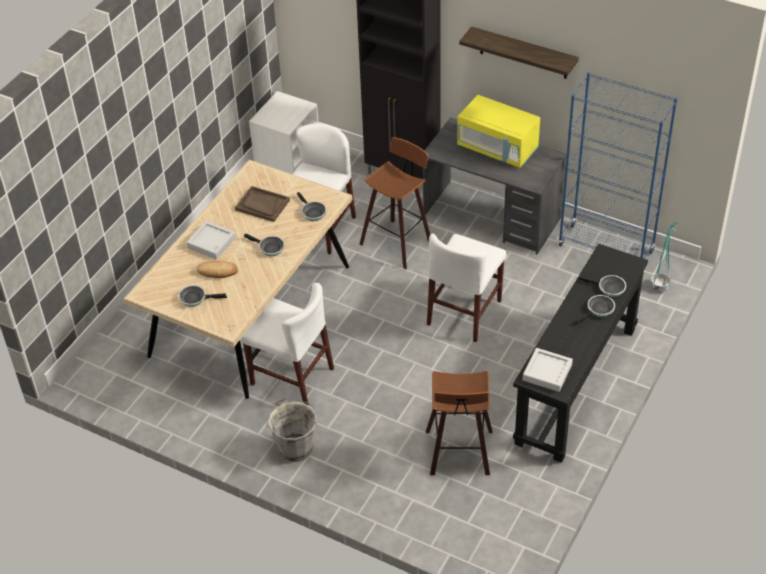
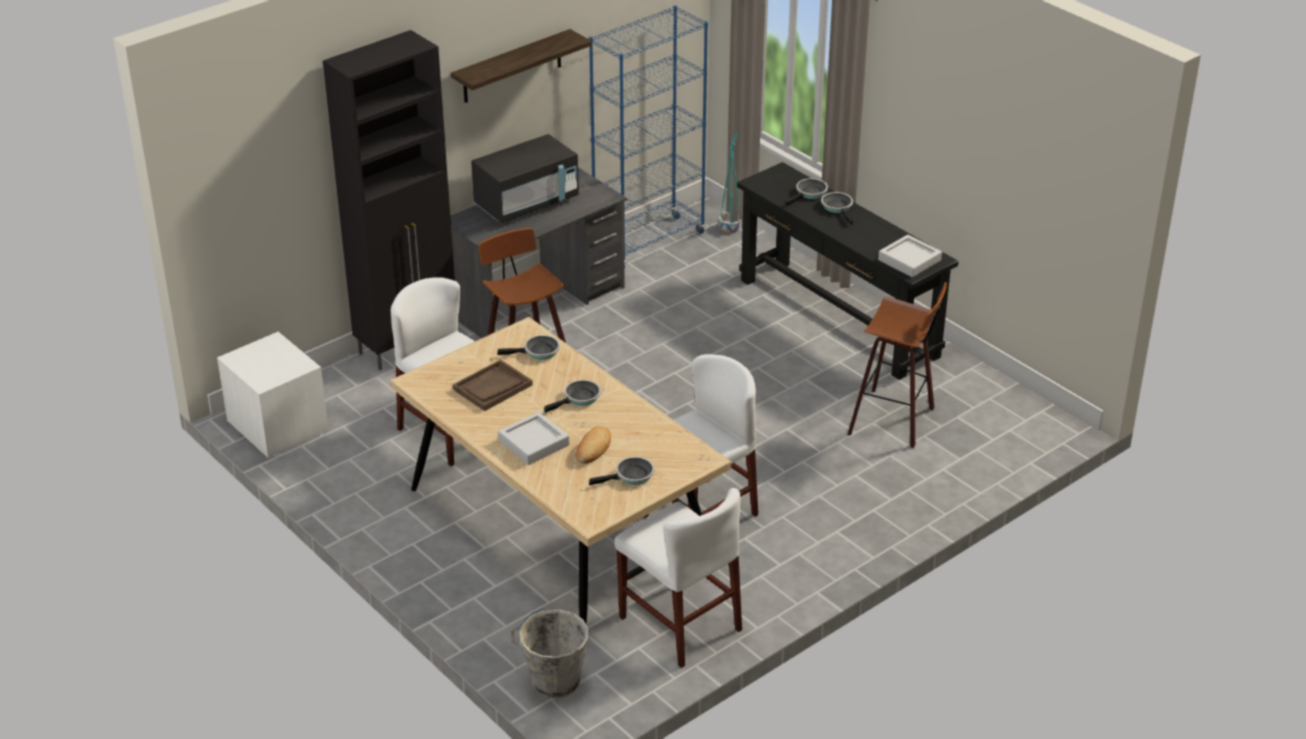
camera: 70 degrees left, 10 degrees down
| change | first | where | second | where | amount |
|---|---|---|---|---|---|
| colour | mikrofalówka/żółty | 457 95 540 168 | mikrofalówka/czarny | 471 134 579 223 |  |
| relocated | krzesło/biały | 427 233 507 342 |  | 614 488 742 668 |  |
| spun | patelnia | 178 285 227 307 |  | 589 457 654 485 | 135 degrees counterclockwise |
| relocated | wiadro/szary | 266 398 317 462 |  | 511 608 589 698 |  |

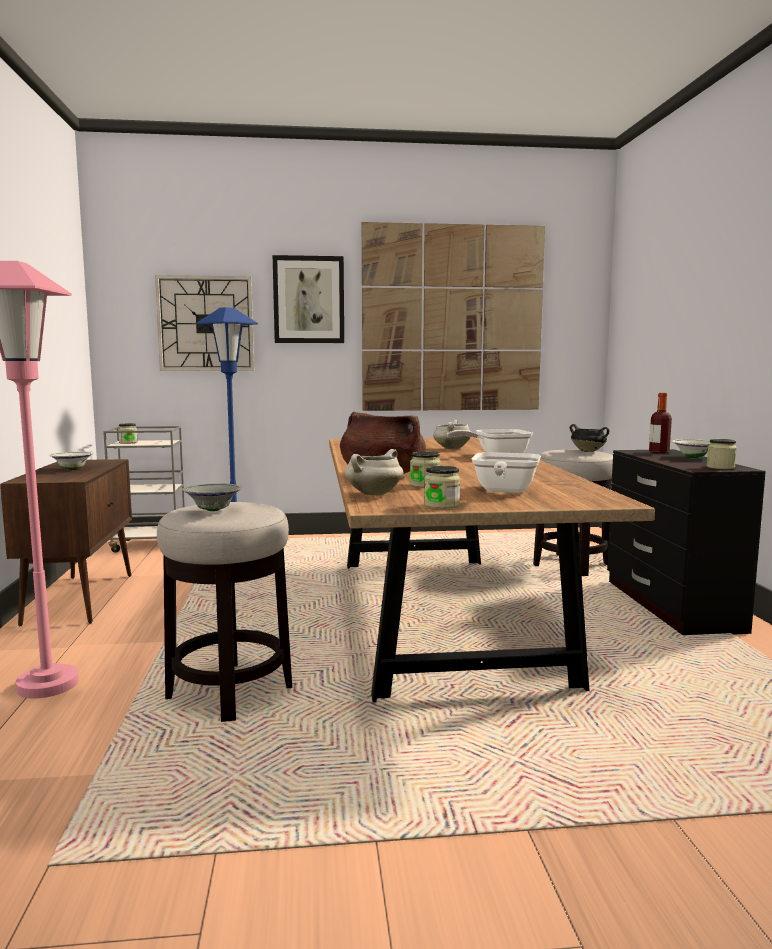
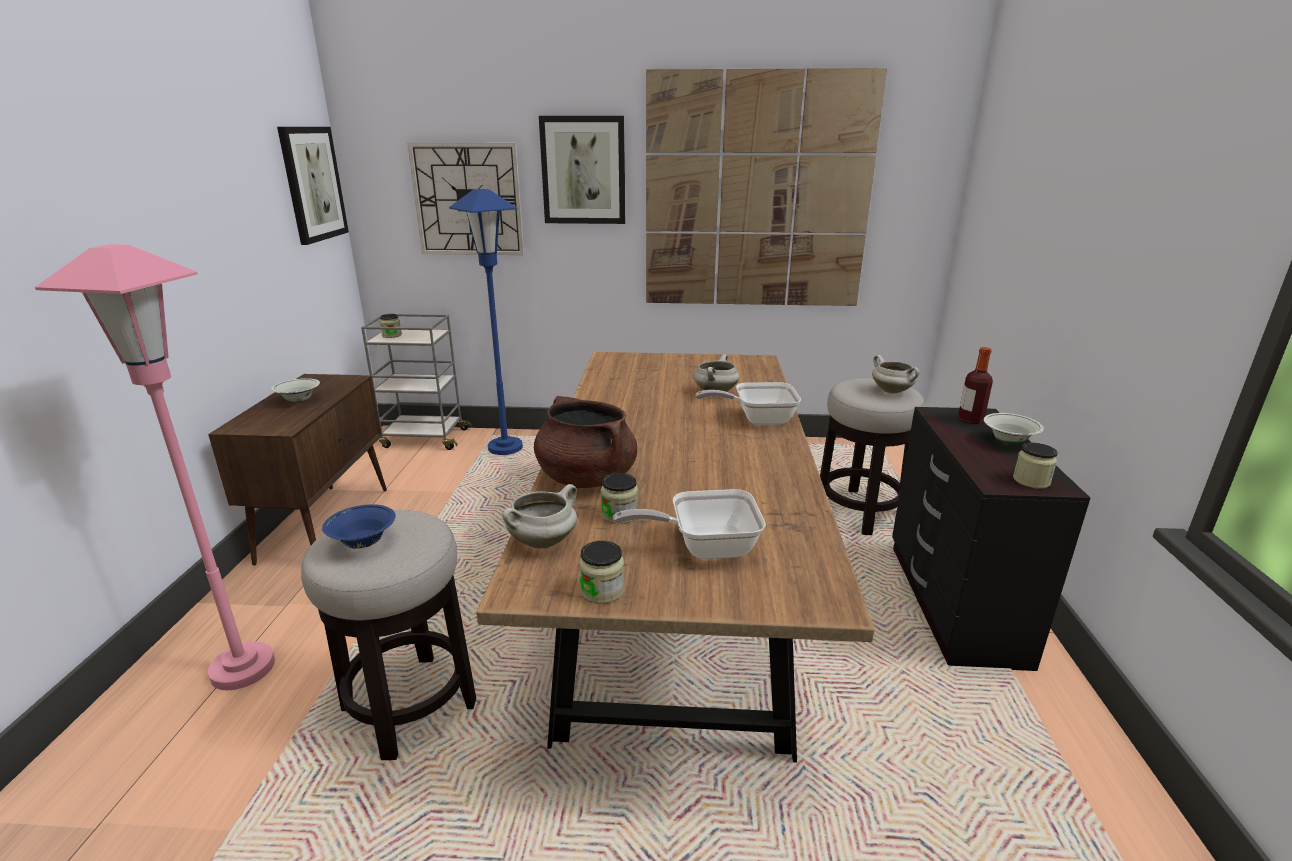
camera: 10 degrees right, 15 degrees up
| change | first | where | second | where | amount |
|---|---|---|---|---|---|
| colour | garnek/czarny | 570 424 609 452 | garnek/biały | 872 355 919 394 |  |
| spun | patelnia | 471 452 541 493 |  | 613 489 766 559 | 60 degrees clockwise |
| colour | miska/szary | 182 484 243 511 | miska/niebieski | 322 504 396 549 |  |
| appeared |  |  | obraz | 277 127 349 245 |  |

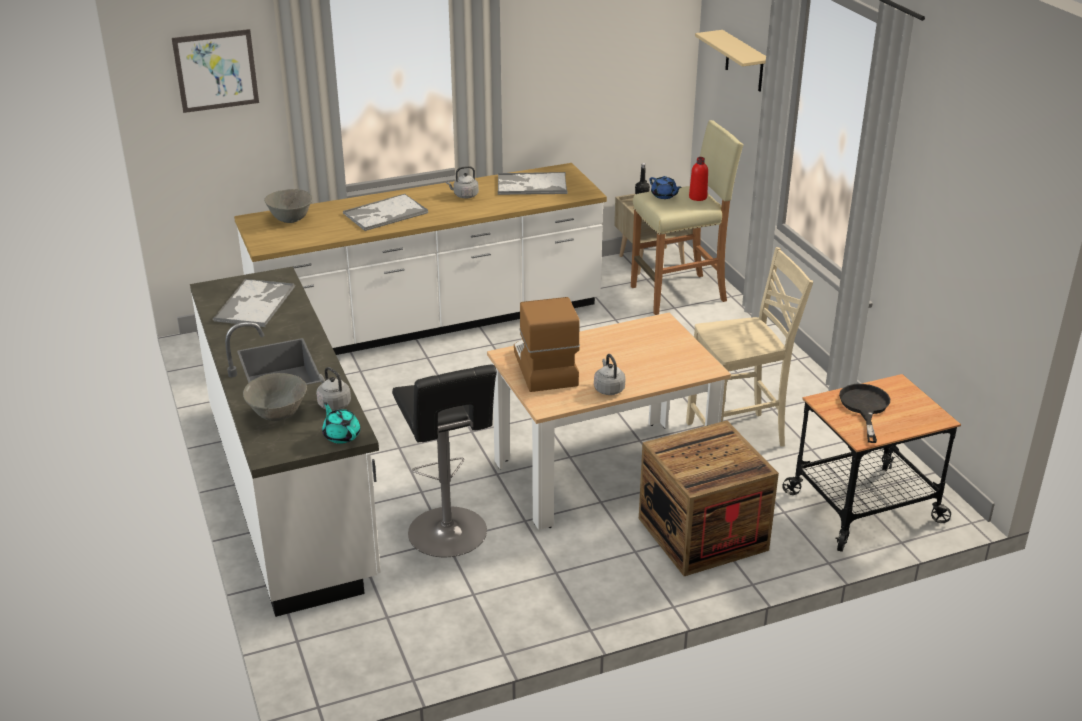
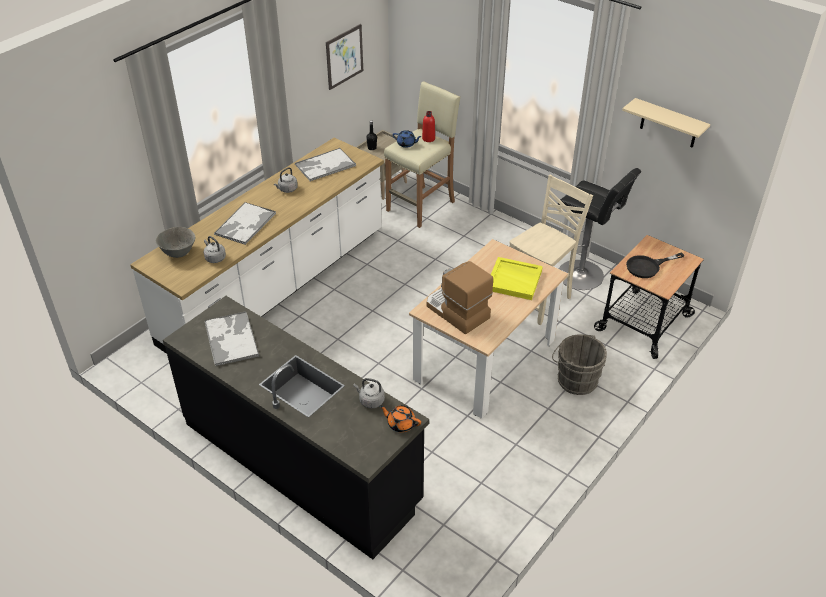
camera: 30 degrees left, 10 degrees up
| change | first | where | second | where | amount |
|---|---|---|---|---|---|
| relocated | obraz | 172 29 259 113 |  | 326 24 363 90 |  |
| relocated | półka/beżowy | 695 30 766 92 |  | 622 98 710 148 |  |
| colour | zabudowa kuchenna/biały | 190 266 381 617 | zabudowa kuchenna/czarny | 163 296 429 559 |  |
| relocated | czajnik/szary | 594 354 626 395 |  | 204 236 226 263 |  |
| relocated | stołek/czarny | 392 365 497 557 |  | 558 168 641 290 |  |
| missing | miska/szary | 243 373 307 421 |  |  |  |
| spun | patelnia/czarny | 839 384 890 443 |  | 626 252 685 278 | 90 degrees counterclockwise |
| colour | imbryk/turkusowy | 322 402 360 444 | imbryk/pomarańczowy | 380 405 421 432 |  |
| exchanged | skrzynka | 639 421 779 576 | wiadro/szary | 552 334 607 395 |  |
| appeared |  |  | taca/żółty | 491 257 543 300 |  |

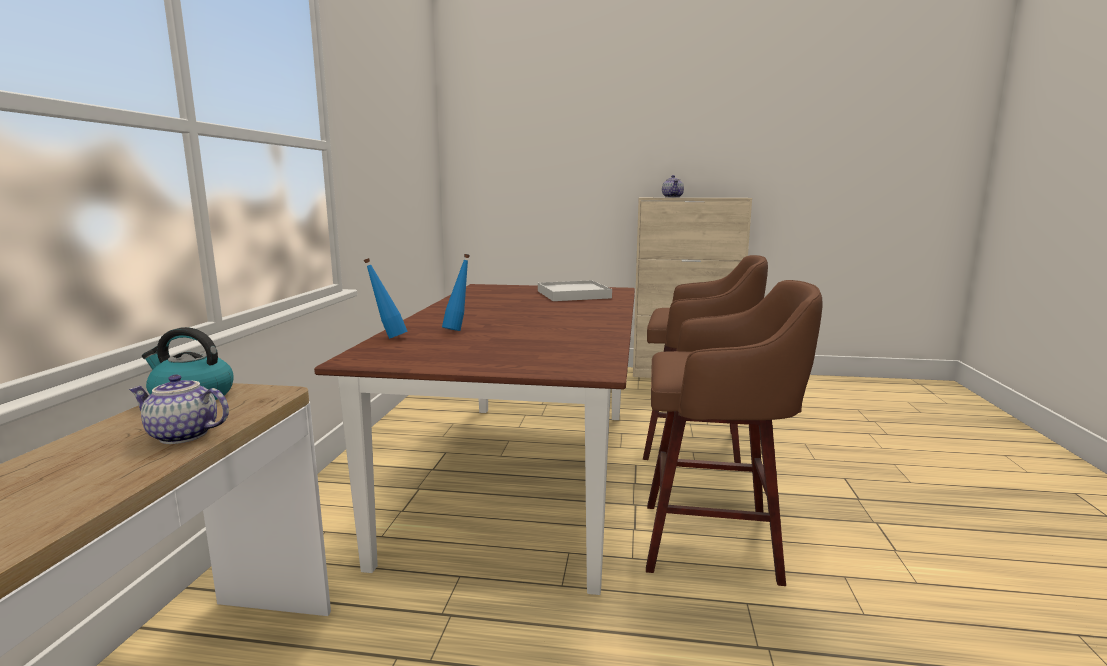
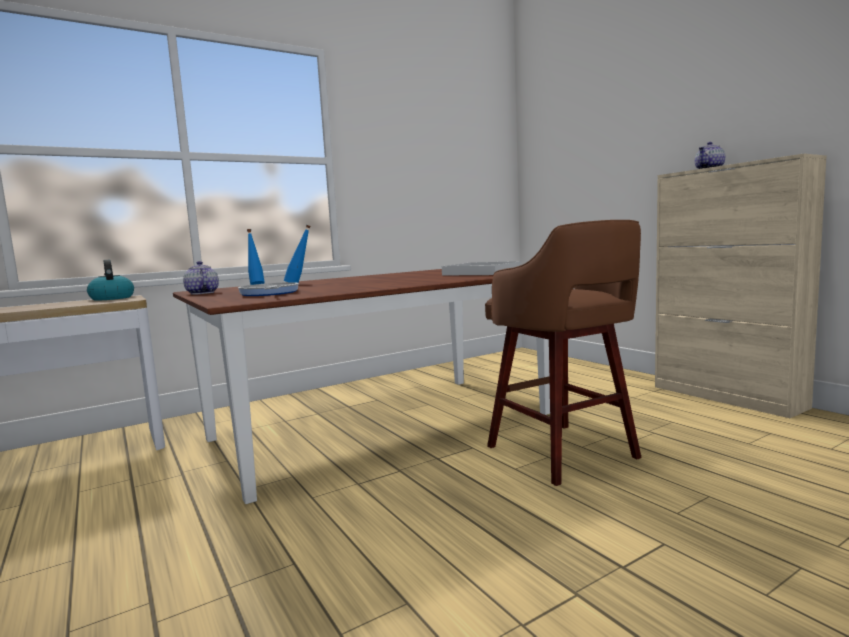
camera: 50 degrees right, 5 degrees down
| change | first | where | second | where | amount |
|---|---|---|---|---|---|
| missing | stołek/brązowy | 646 280 823 586 |  |  |  |
| relocated | imbryk | 129 375 229 444 |  | 183 261 219 295 |  |
| appeared |  |  | patelnia | 238 282 299 296 |  |

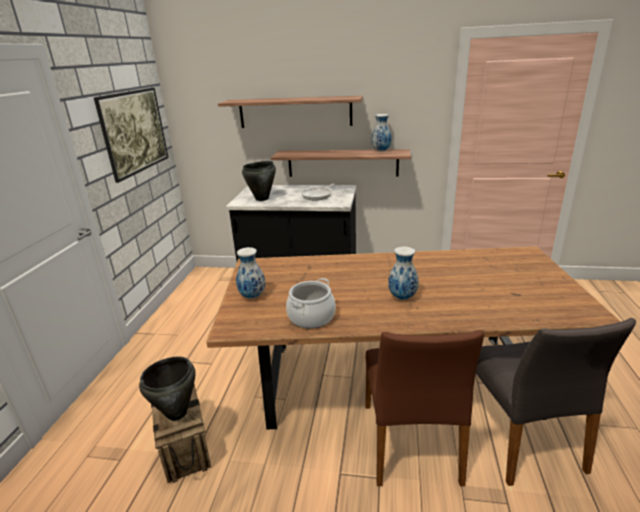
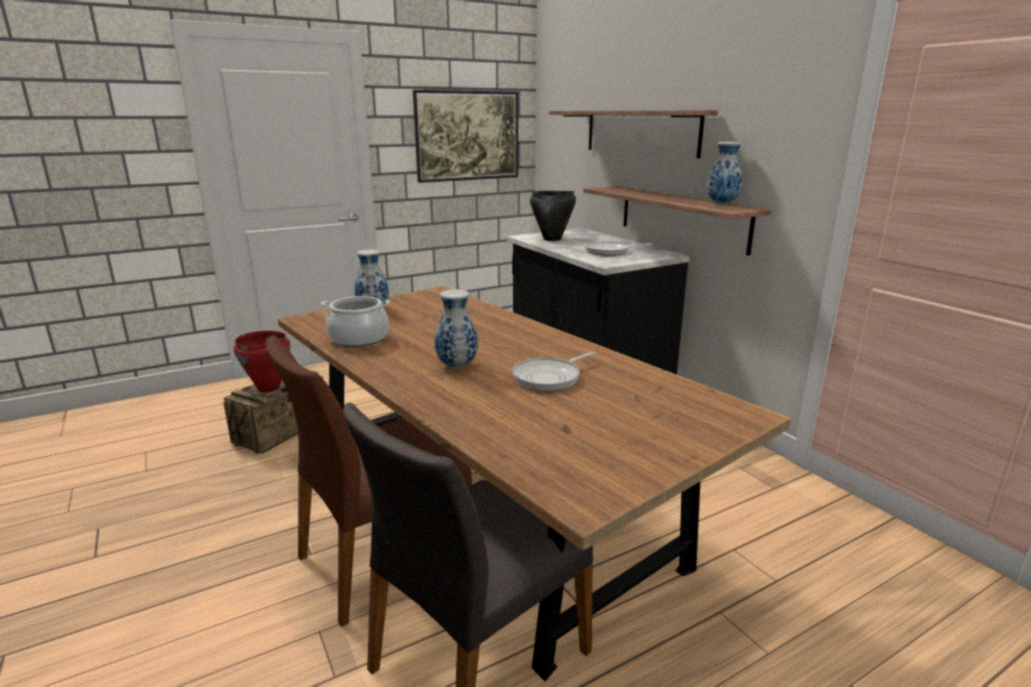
camera: 50 degrees right, 5 degrees down
| change | first | where | second | where | amount |
|---|---|---|---|---|---|
| colour | garnek/czarny | 139 356 196 421 | garnek/czerwony | 234 331 290 393 |  |
| appeared |  |  | patelnia | 512 351 596 391 |  |

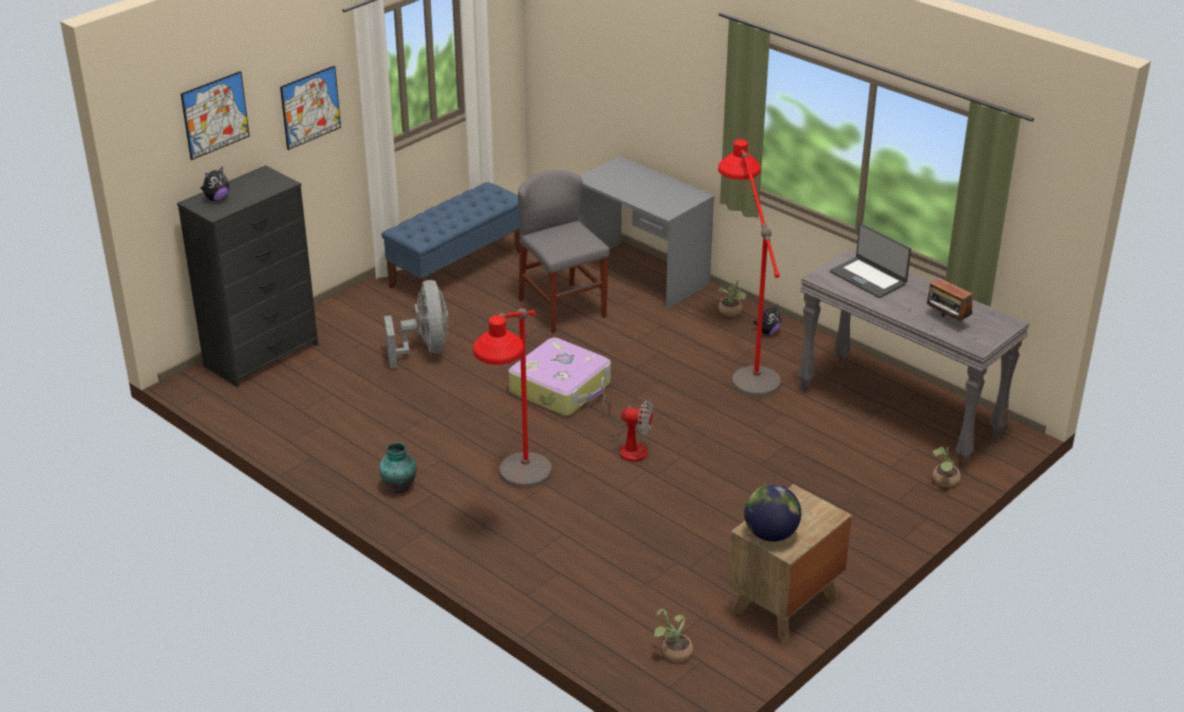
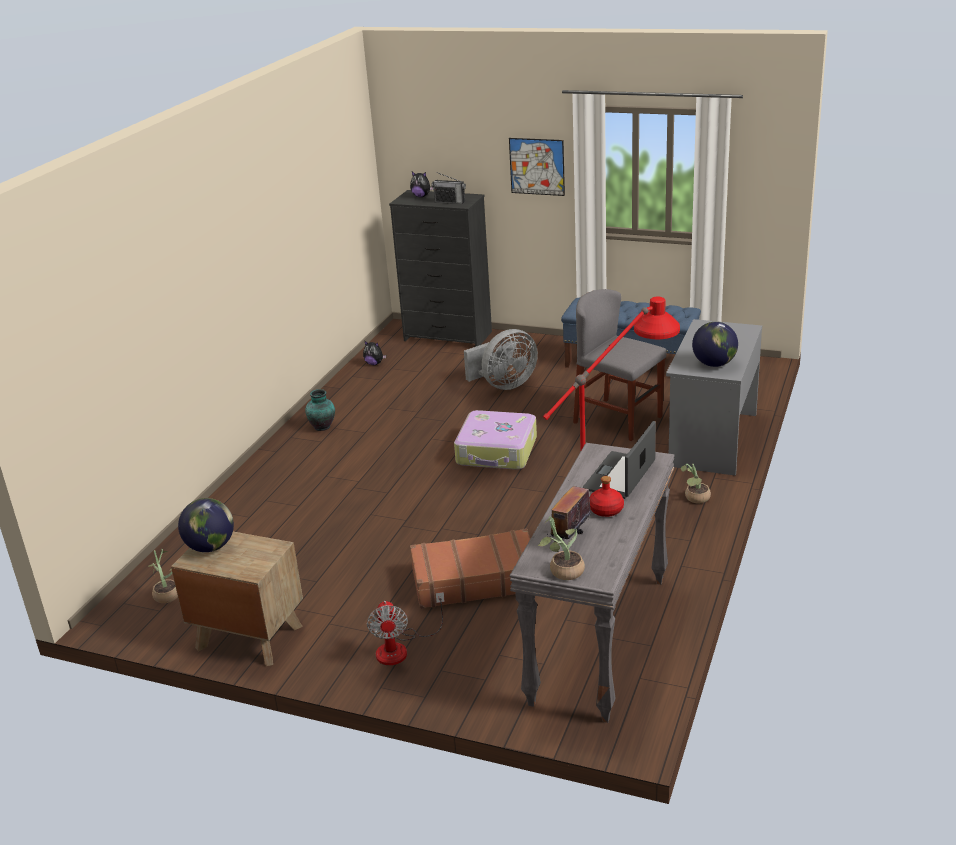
camera: 70 degrees right, 5 degrees down
| change | first | where | second | where | amount |
|---|---|---|---|---|---|
| missing | obraz | 181 71 250 160 |  |  |  |
| spun | krzesło/szary | 518 170 609 333 |  | 573 289 666 441 | 90 degrees counterclockwise |
| relocated | pluszak | 753 304 782 335 |  | 363 341 386 365 |  |
| missing | lampa stojąca/czerwony | 473 308 553 489 |  |  |  |
| relocated | wentylator | 603 394 654 462 |  | 367 592 445 665 |  |
| relocated | roślina doniczkowa | 933 446 961 487 |  | 538 516 585 580 |  |
| appeared |  |  | radio | 431 172 466 204 |  |
| appeared |  |  | globus | 692 322 738 367 |  |
| appeared |  |  | butelka/czerwony | 590 476 624 517 |  |
| appeared |  |  | walizka/brązowy | 410 528 530 609 |  |

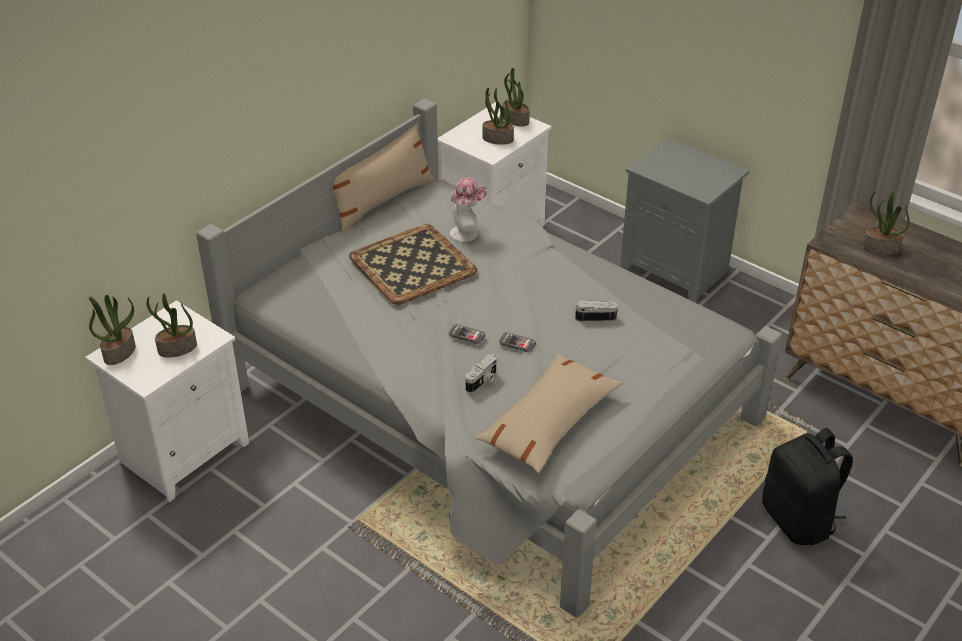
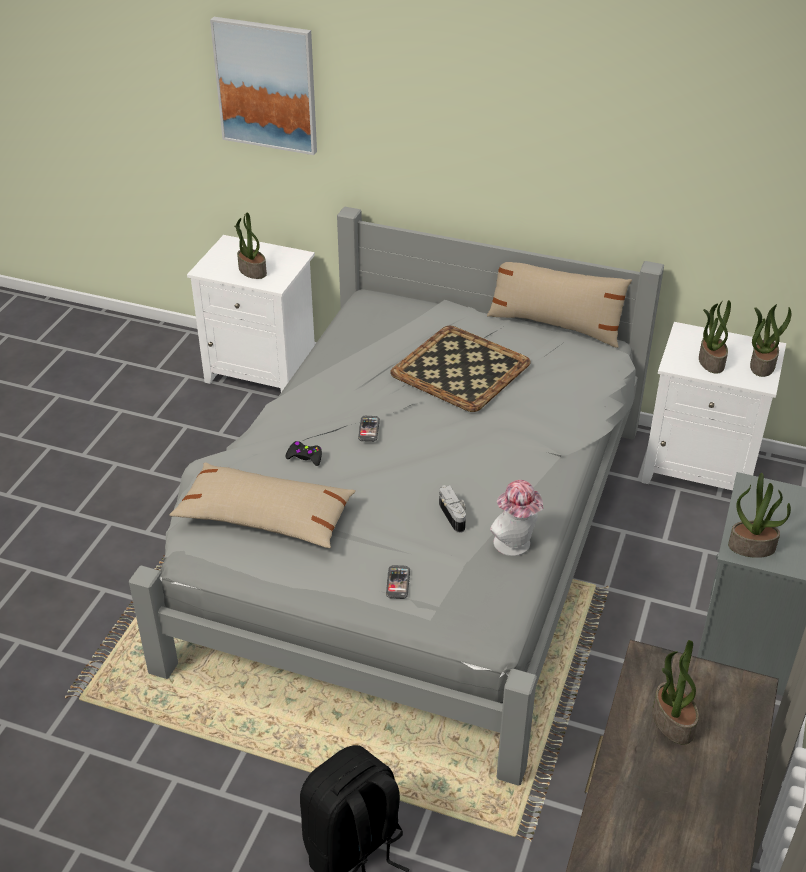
camera: 70 degrees right, 0 degrees up
| change | first | where | second | where | amount |
|---|---|---|---|---|---|
| relocated | kapelusz | 450 178 488 242 |  | 490 480 543 556 |  |
| relocated | roślina doniczkowa | 89 295 136 365 |  | 728 473 791 558 |  |
| relocated | telefon | 499 332 536 352 |  | 386 565 410 599 |  |
| exchanged | aparat fotograficzny | 465 354 498 393 | pad do gier/czarny | 285 441 322 466 |  |
| appeared |  |  | obraz | 210 17 317 155 |  |

